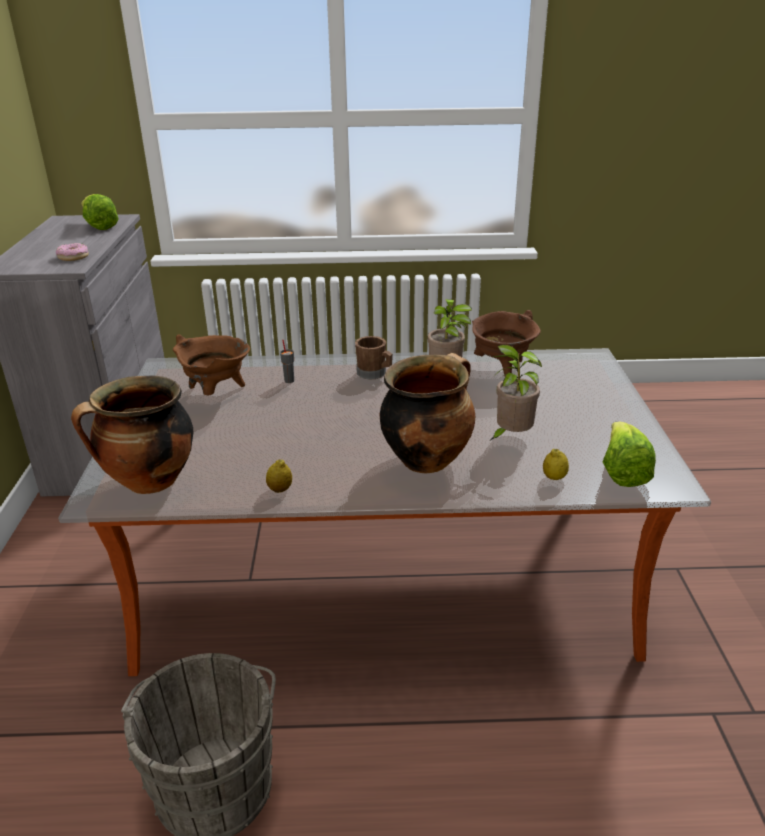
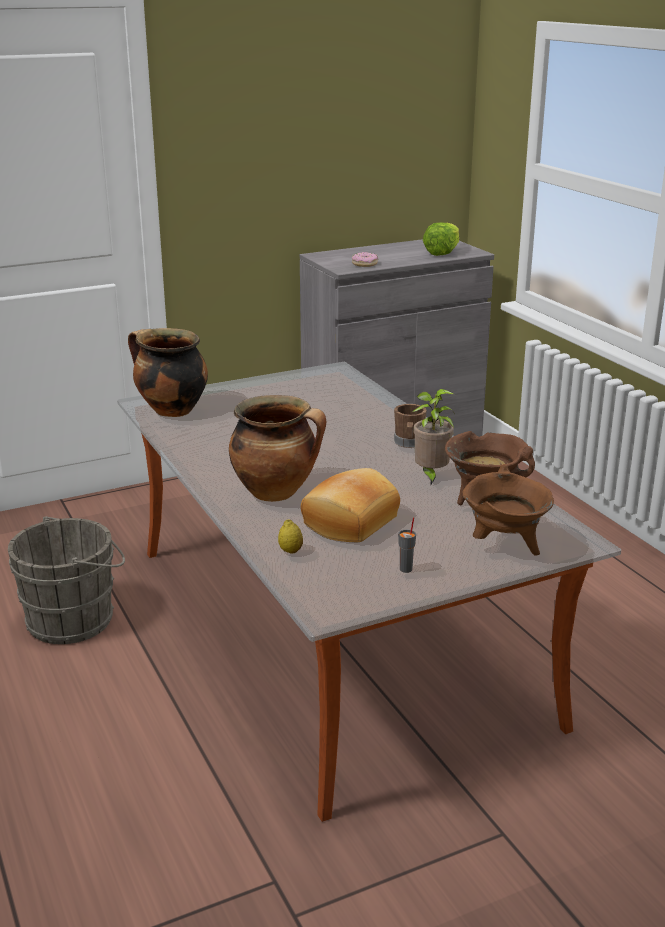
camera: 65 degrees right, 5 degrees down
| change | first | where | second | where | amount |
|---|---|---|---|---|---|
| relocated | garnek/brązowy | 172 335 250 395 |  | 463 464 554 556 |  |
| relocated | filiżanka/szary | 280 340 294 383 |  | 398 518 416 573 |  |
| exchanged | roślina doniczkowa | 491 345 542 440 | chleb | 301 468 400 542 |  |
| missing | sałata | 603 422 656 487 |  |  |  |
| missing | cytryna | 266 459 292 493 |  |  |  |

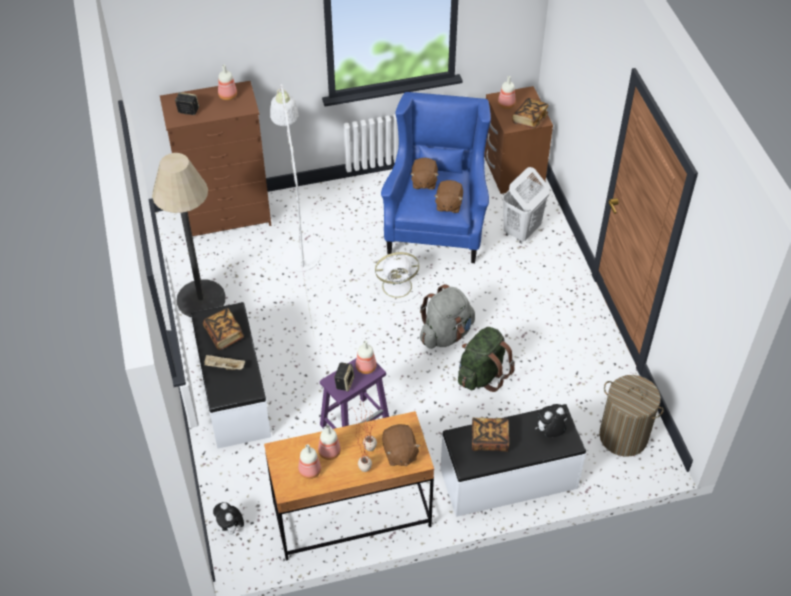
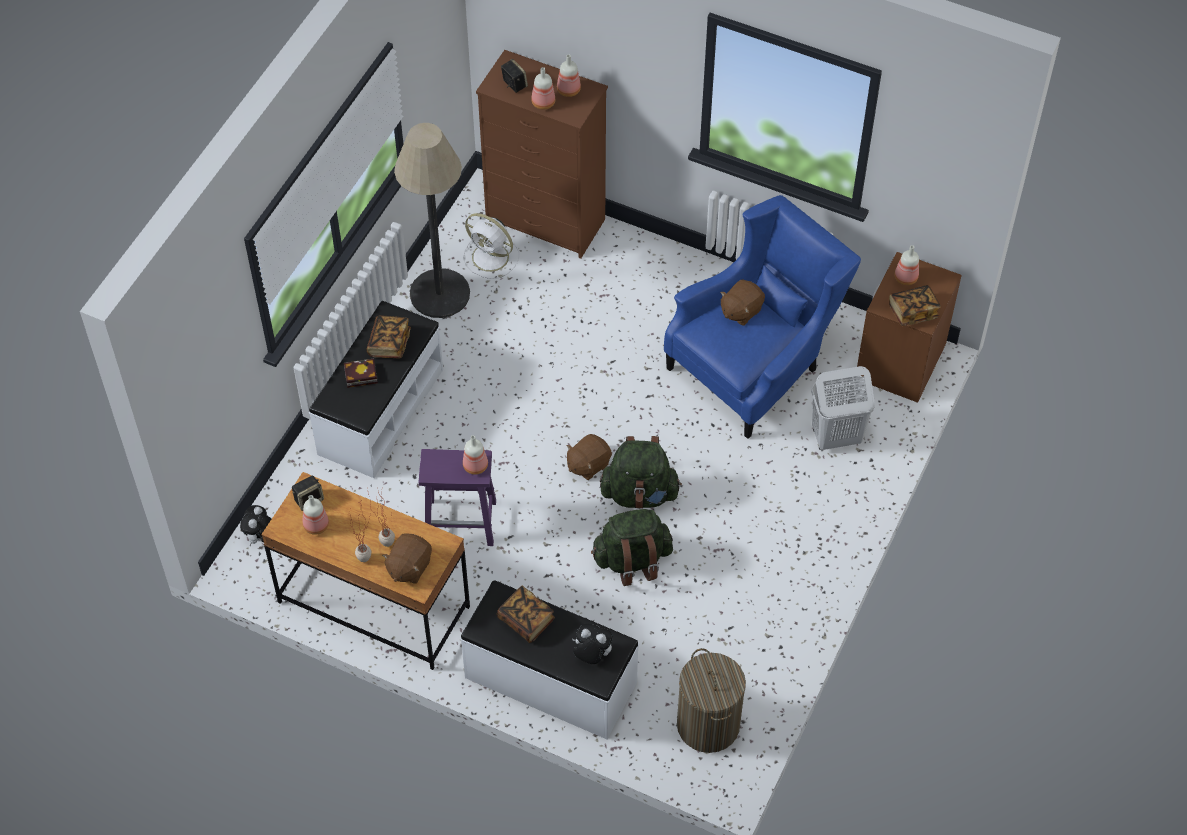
camera: 40 degrees right, 5 degrees up
| change | first | where | second | where | amount |
|---|---|---|---|---|---|
| missing | lampa stojąca/biały | 270 84 320 339 |  |  |  |
| relocated | pluszak/brązowy | 434 180 463 213 |  | 567 434 612 480 |  |
| relocated | wentylator/biały | 373 252 419 303 |  | 463 213 519 279 |  |
| colour | plecak/szary | 420 284 475 349 | plecak/zielony | 600 436 682 509 |  |
| exchanged | taca/beżowy | 204 355 245 370 | książka | 344 359 378 388 |  |
| relocated | głośnik | 334 363 355 391 |  | 292 476 324 511 |  |
| relocated | butelka | 318 425 341 460 |  | 531 67 555 110 |  |

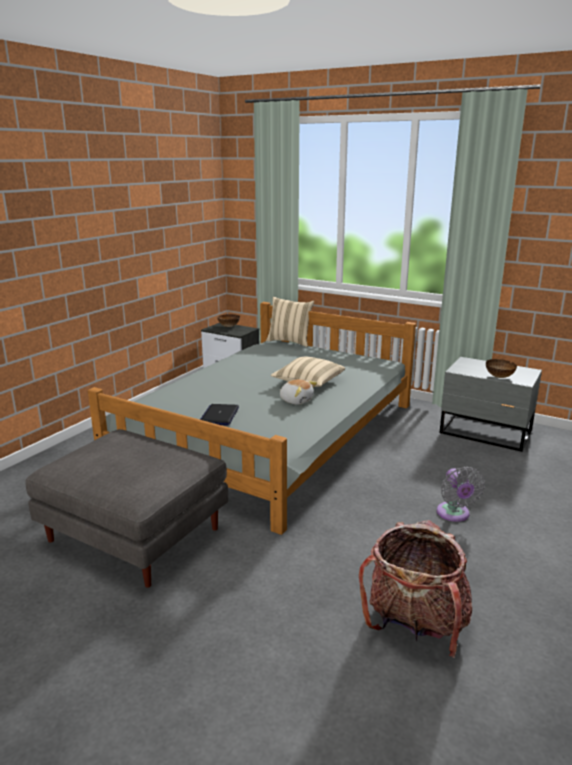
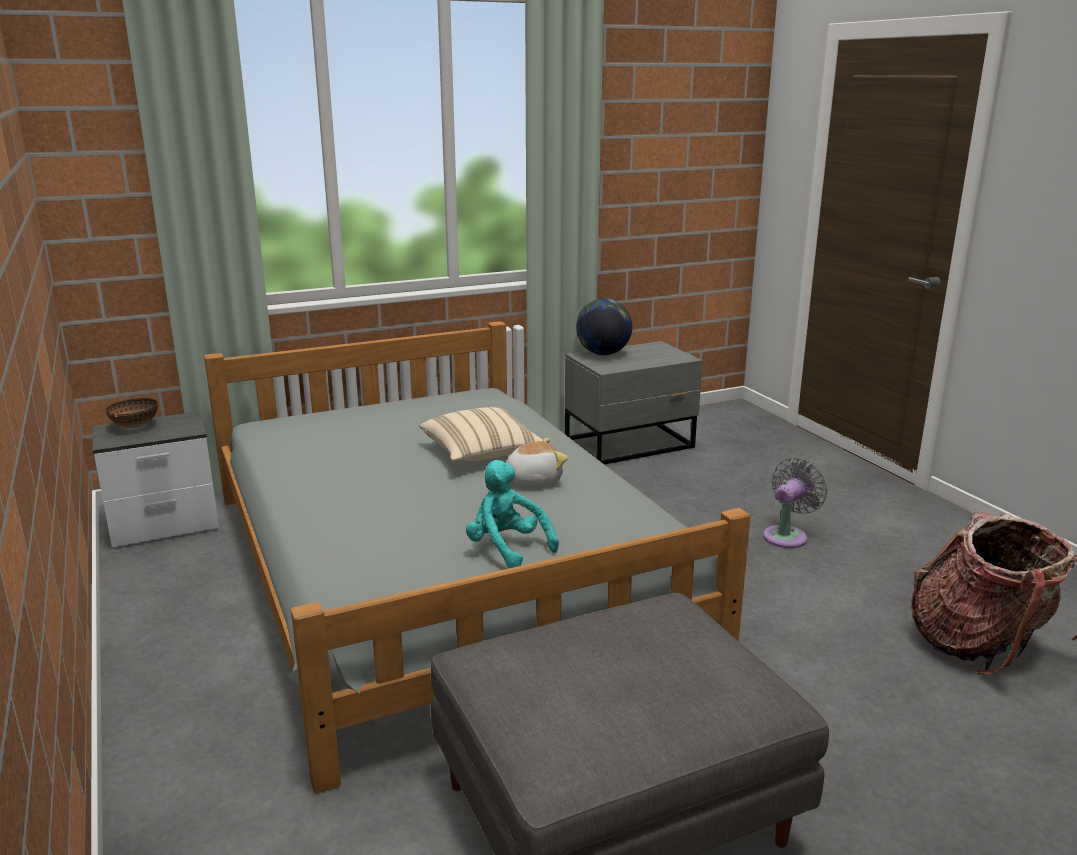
camera: 55 degrees left, 0 degrees up
| change | first | where | second | where | amount |
|---|---|---|---|---|---|
| missing | poduszka/beżowy | 266 297 314 347 |  |  |  |
| missing | miska | 486 359 517 378 |  |  |  |
| exchanged | laptop | 200 404 239 425 | pluszak/turkusowy | 466 460 559 568 |  |
| spun | wentylator/szary | 437 467 485 522 |  | 763 457 828 548 | 75 degrees counterclockwise |
| appeared |  |  | globus | 576 298 633 355 |  |

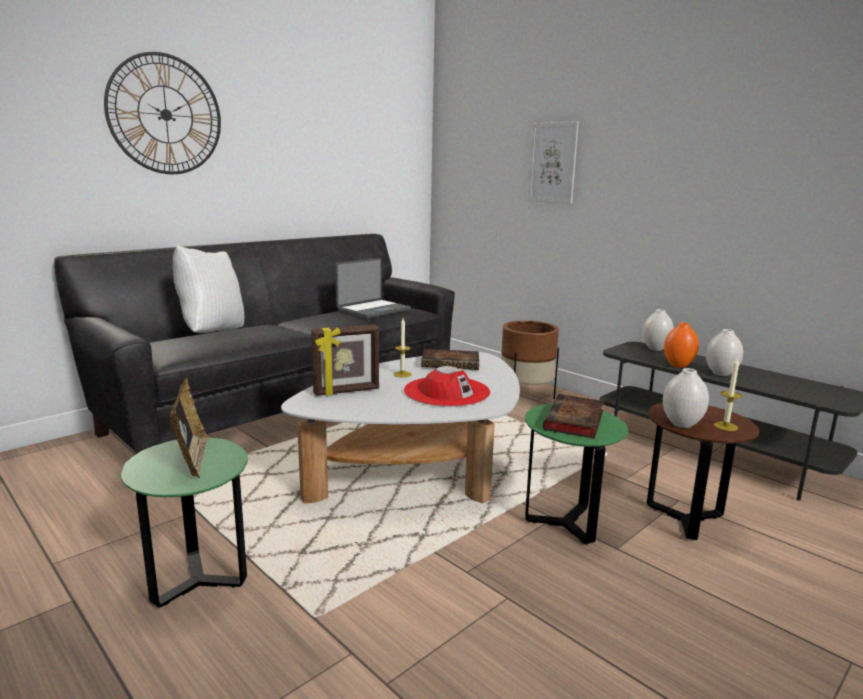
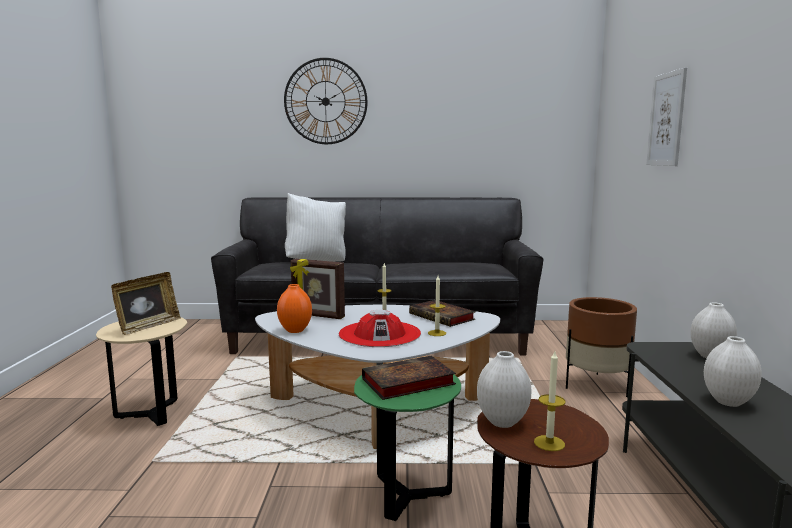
camera: 45 degrees right, 5 degrees down
| change | first | where | second | where | amount |
|---|---|---|---|---|---|
| missing | laptop | 335 258 411 319 |  |  |  |
| relocated | wazon/pomarańczowy | 664 322 699 368 |  | 277 284 312 333 |  |
| colour | stolik/zielony | 121 438 248 608 | stolik/beżowy | 96 318 187 426 |  |
| appeared |  |  | świeca | 428 276 446 336 |  |

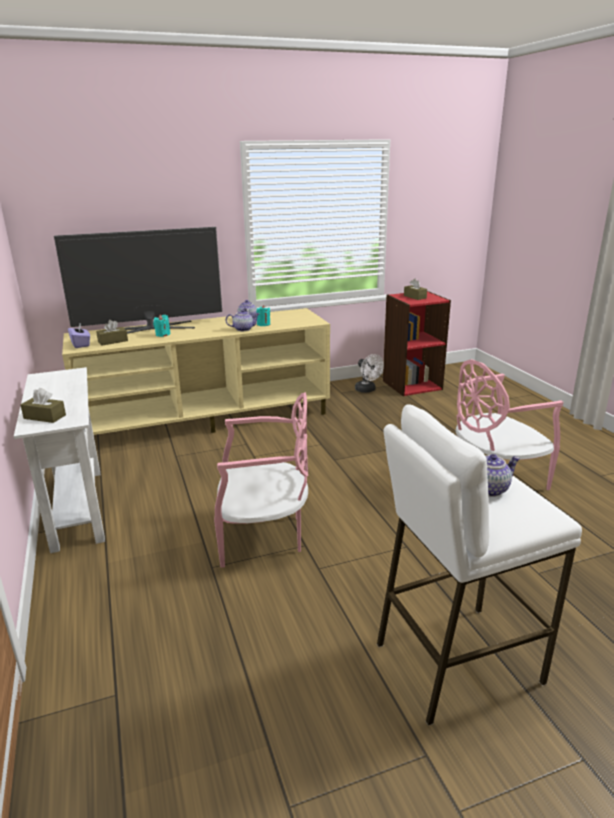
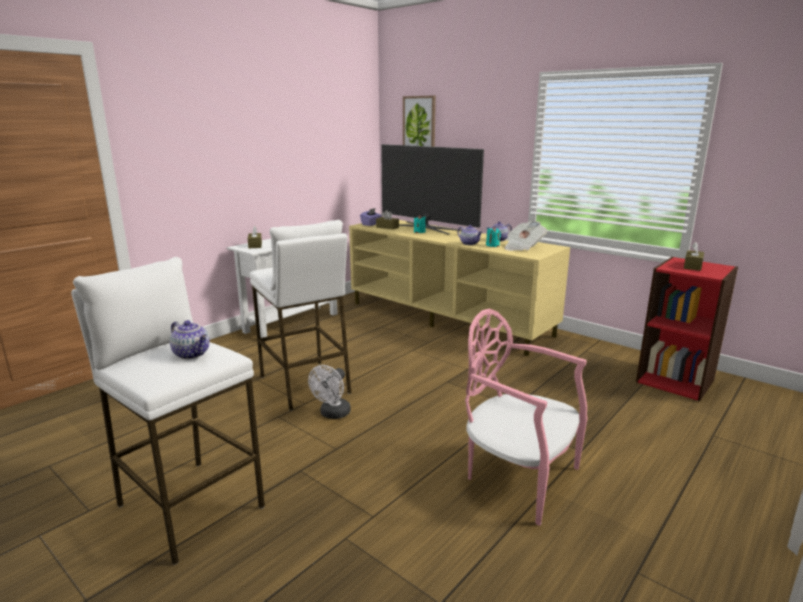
camera: 60 degrees right, 5 degrees down
| change | first | where | second | where | amount |
|---|---|---|---|---|---|
| relocated | wentylator/biały | 355 354 384 393 |  | 308 365 351 419 |  |
| exchanged | krzesło/różowy | 214 392 308 568 | stołek/biały | 250 220 352 411 |  |
| appeared |  |  | obraz | 403 96 436 147 |  |
| appeared |  |  | gazeta | 504 221 547 251 |  |

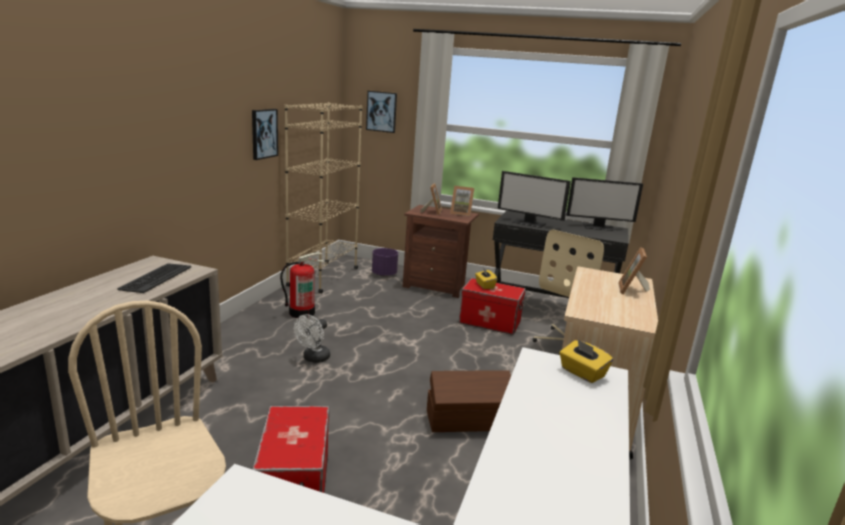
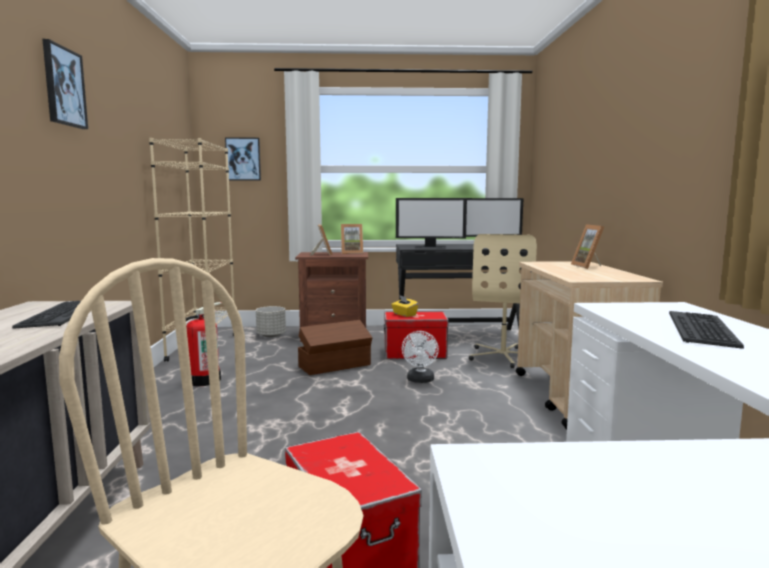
camera: 20 degrees left, 10 degrees down
| change | first | where | second | where | amount |
|---|---|---|---|---|---|
| relocated | obraz | 252 109 278 160 |  | 42 39 88 129 |  |
| colour | donica/fioletowy | 372 248 398 277 | donica/szary | 256 306 286 338 |  |
| relocated | wentylator/biały | 294 314 330 363 |  | 402 331 439 383 |  |
| missing | pudełko chusteczek/żółty | 559 340 613 383 |  |  |  |
| relocated | pojemnik do przechowywania/brązowy | 427 370 511 432 |  | 298 320 372 375 |  |
| appeared |  |  | klawiatura | 669 311 744 349 |  |

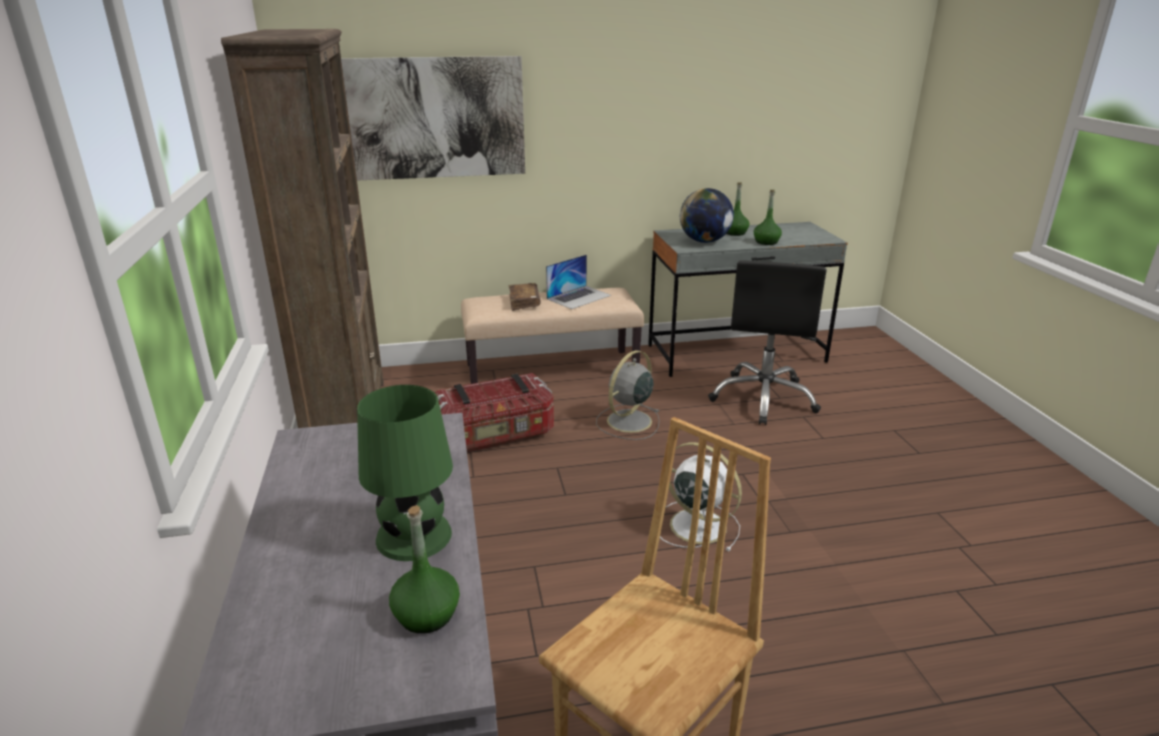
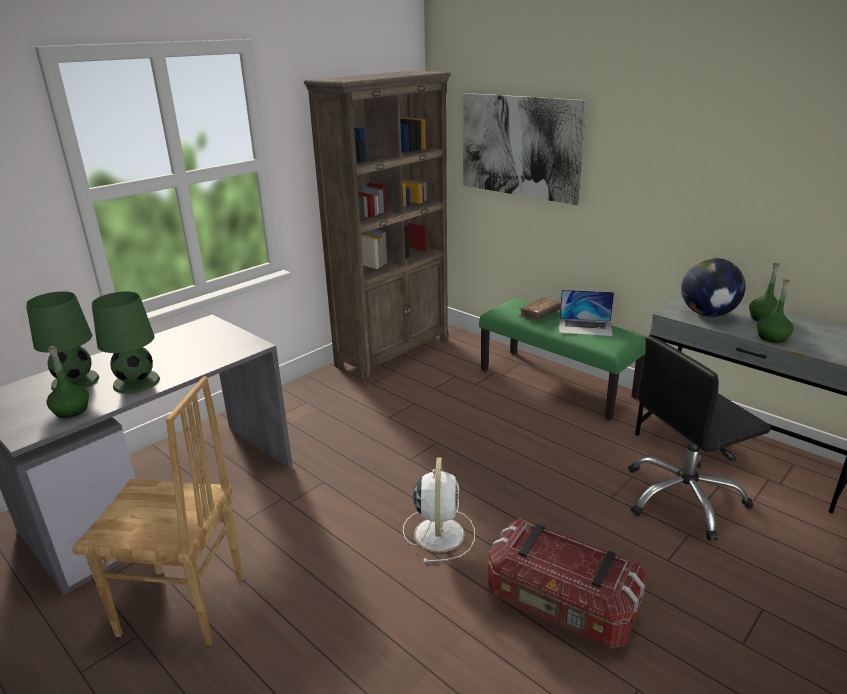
camera: 55 degrees right, 0 degrees up
| change | first | where | second | where | amount |
|---|---|---|---|---|---|
| colour | ławka/beżowy | 461 288 644 384 | ławka/zielony | 479 298 646 421 |  |
| missing | wentylator/szary | 596 350 660 440 |  |  |  |
| relocated | pojemnik do przechowywania | 435 373 554 452 |  | 488 518 647 648 |  |
| appeared |  |  | lampa stołowa/zielony | 26 291 99 390 |  |

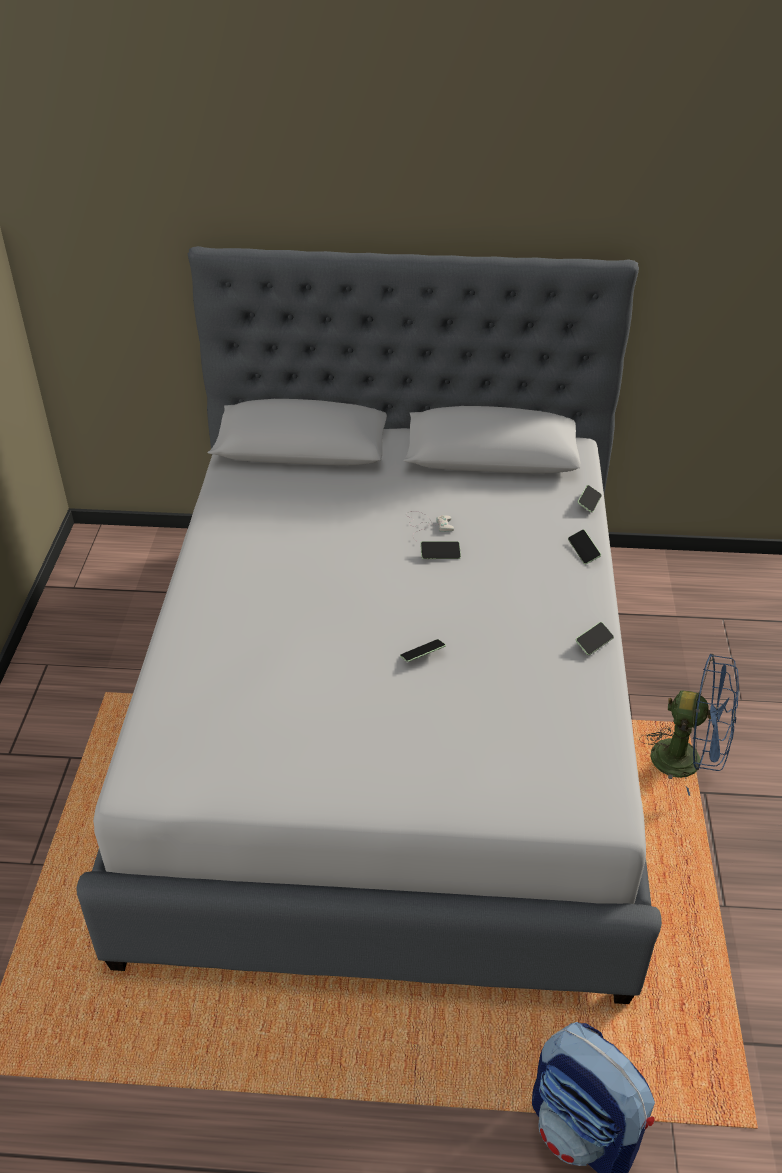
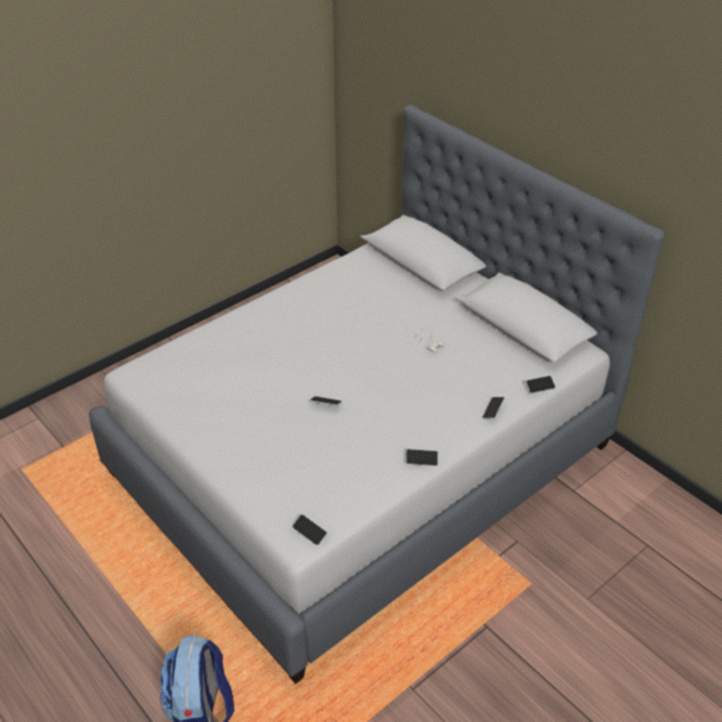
camera: 45 degrees right, 0 degrees up
| change | first | where | second | where | amount |
|---|---|---|---|---|---|
| relocated | telefon | 420 541 461 559 |  | 292 514 327 546 |  |
| missing | wentylator/niebieski | 639 654 739 796 |  |  |  |

